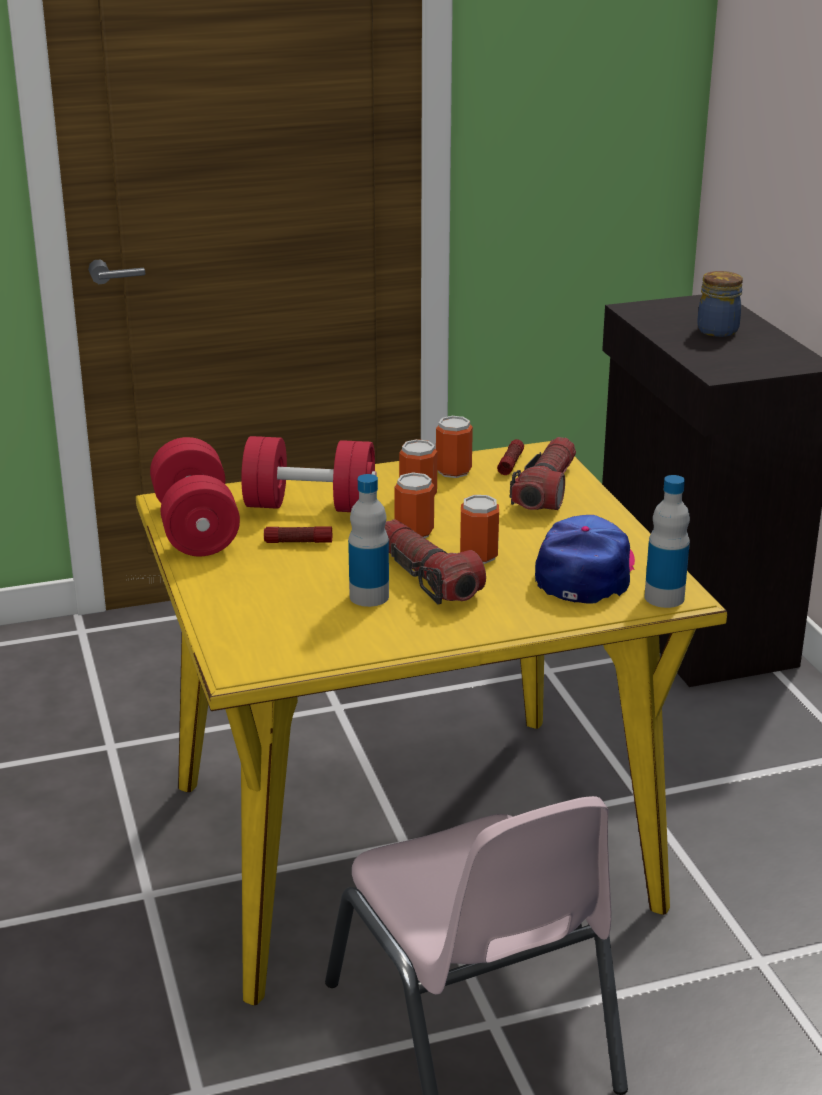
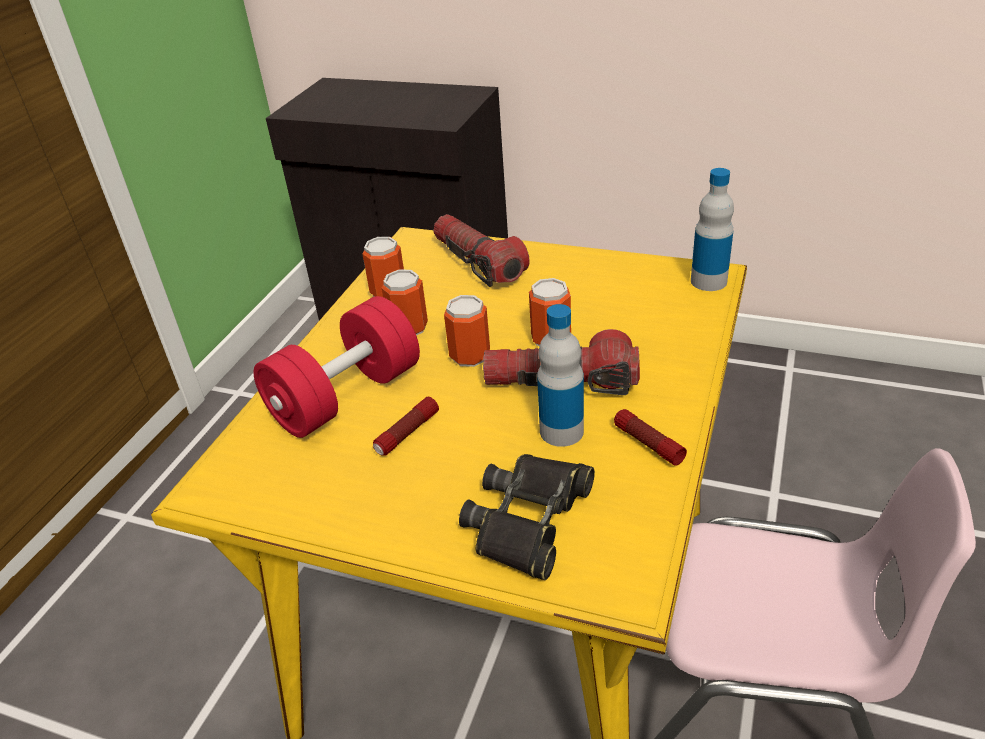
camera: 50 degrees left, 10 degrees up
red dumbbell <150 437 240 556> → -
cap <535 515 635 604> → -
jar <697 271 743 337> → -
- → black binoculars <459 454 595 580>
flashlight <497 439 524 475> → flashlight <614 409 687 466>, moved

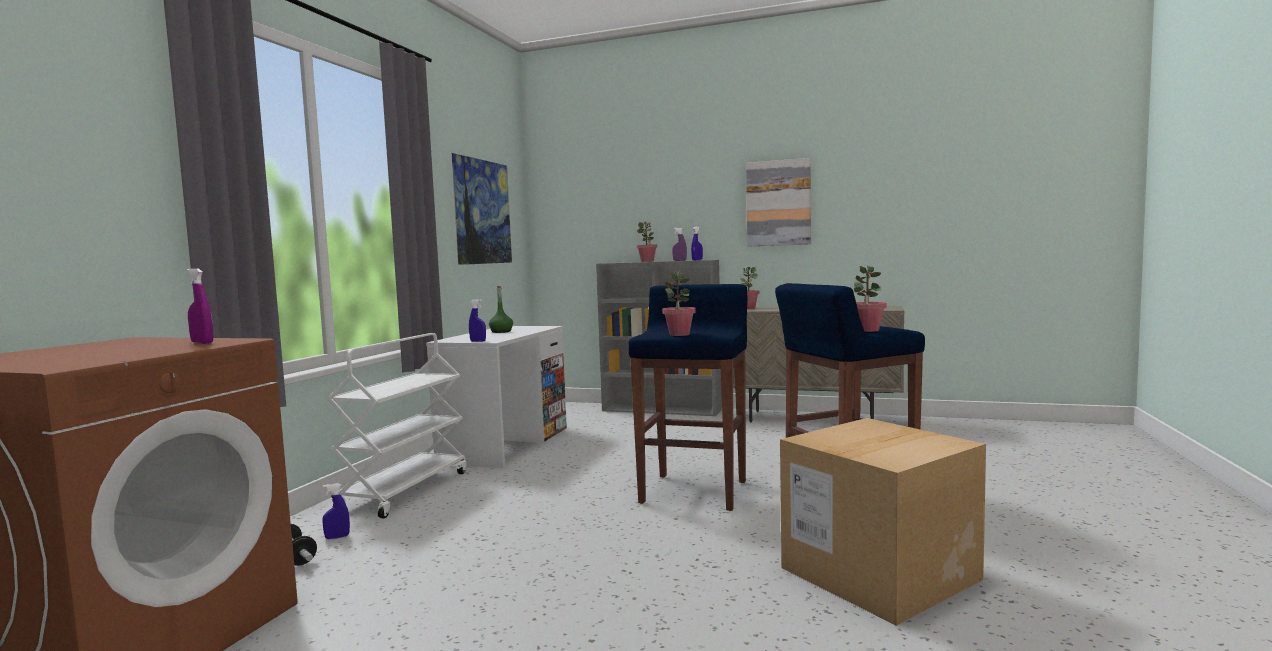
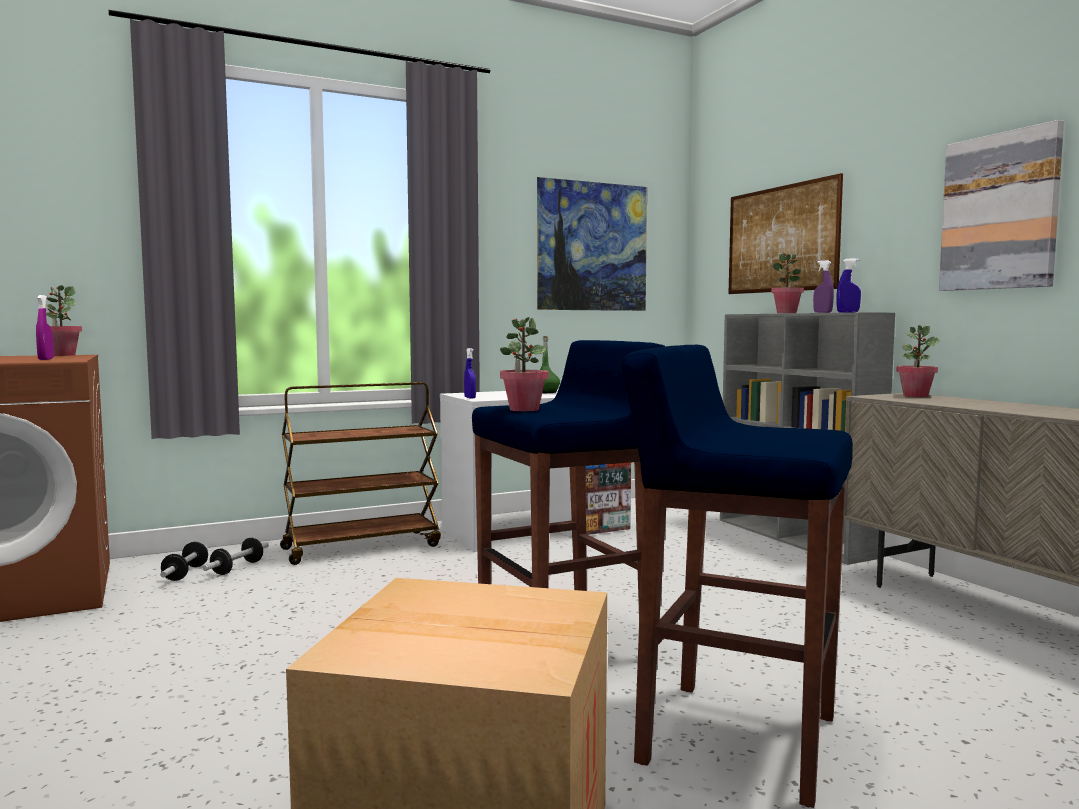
camera: 45 degrees right, 0 degrees up
- → picture <728 173 843 294>
potted plant <854 265 887 332> → potted plant <46 285 82 356>, moved
blue spray bottle <322 483 350 539> → dumbbell <202 538 269 575>
white cart <327 333 467 518> → brown cart <280 382 441 565>

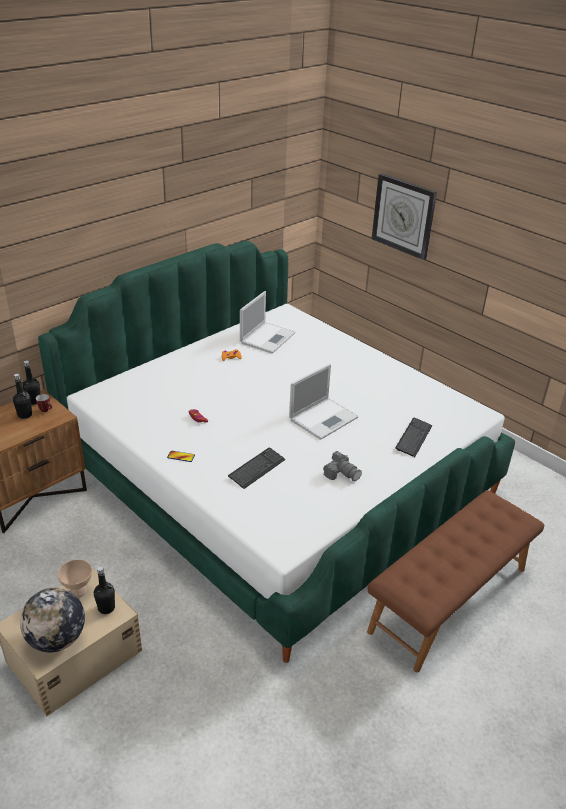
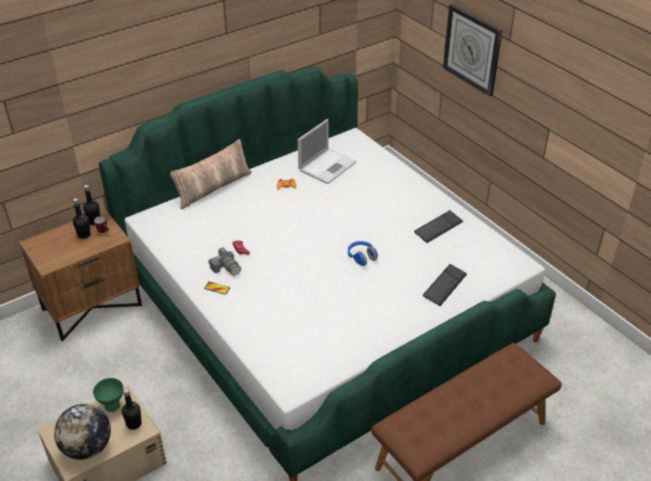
camera: 10 degrees right, 5 degrees up
- → pillow <170 139 252 209>
keyboard <228 447 285 489> → keyboard <414 210 463 243>, moved
photo camera <323 451 362 481> → photo camera <208 247 241 276>, moved
laptop <289 364 358 440> → blue headphones <348 241 378 266>
beige bowl <58 559 92 598> → green bowl <93 378 124 412>

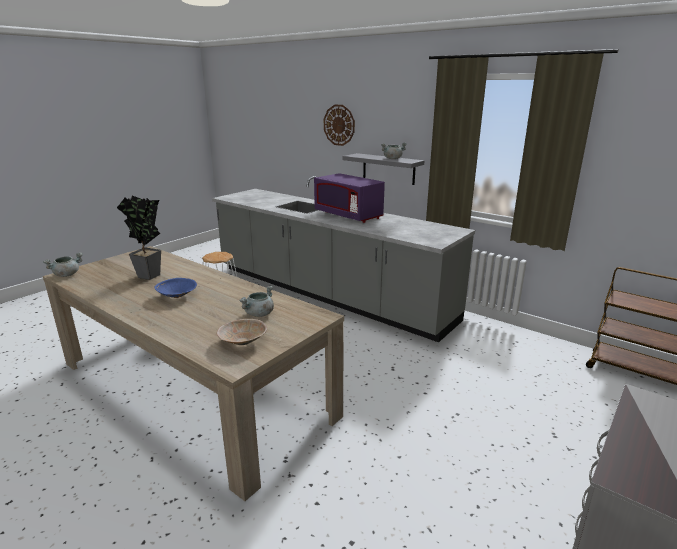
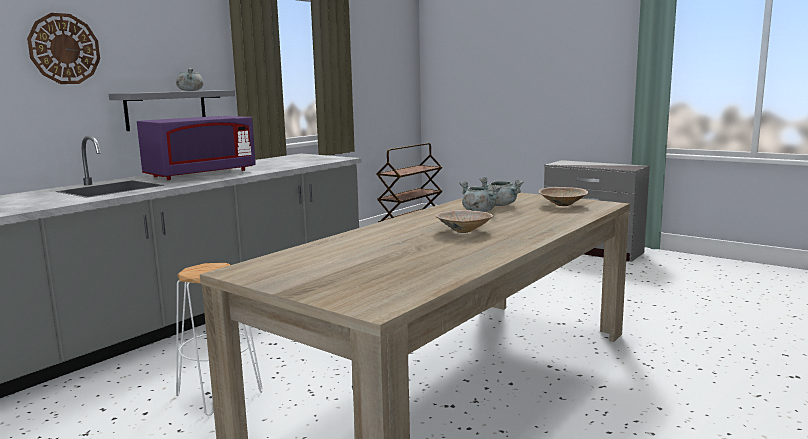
camera: 90 degrees left, 10 degrees down
potted plant <117 196 161 280> → -
grey cooking pot <43 252 83 277> → grey cooking pot <460 181 501 212>, moved
blue bowl <155 278 197 298> → beige bowl <435 210 493 233>

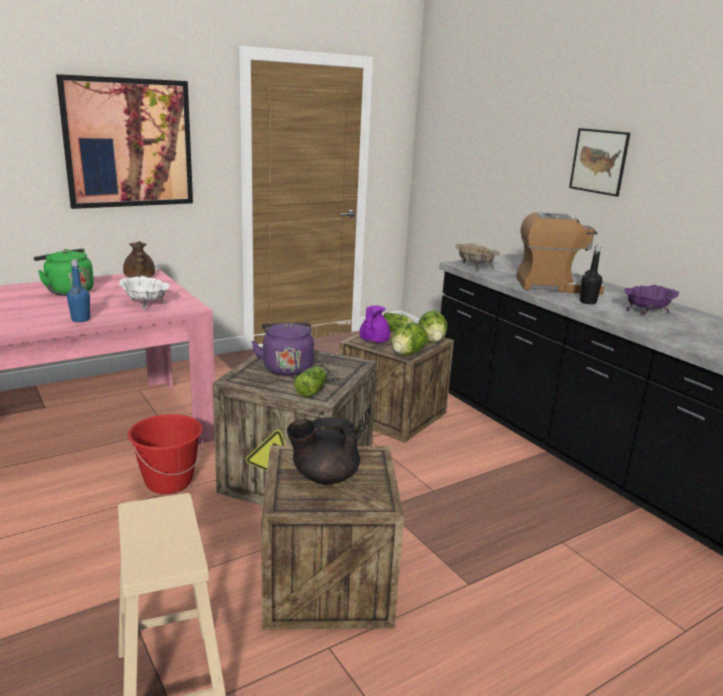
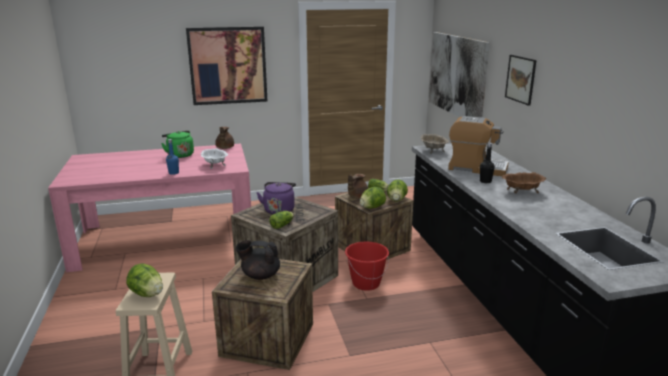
camera: 20 degrees right, 0 degrees up
- → lettuce <126 264 163 297>
- → picture <429 32 490 118>
red bucket <128 414 203 494> → red bucket <345 242 389 291>, moved
purple teapot <359 305 390 343> → brown teapot <348 174 368 199>
purple bowl <624 285 679 315> → brown bowl <502 172 546 194>

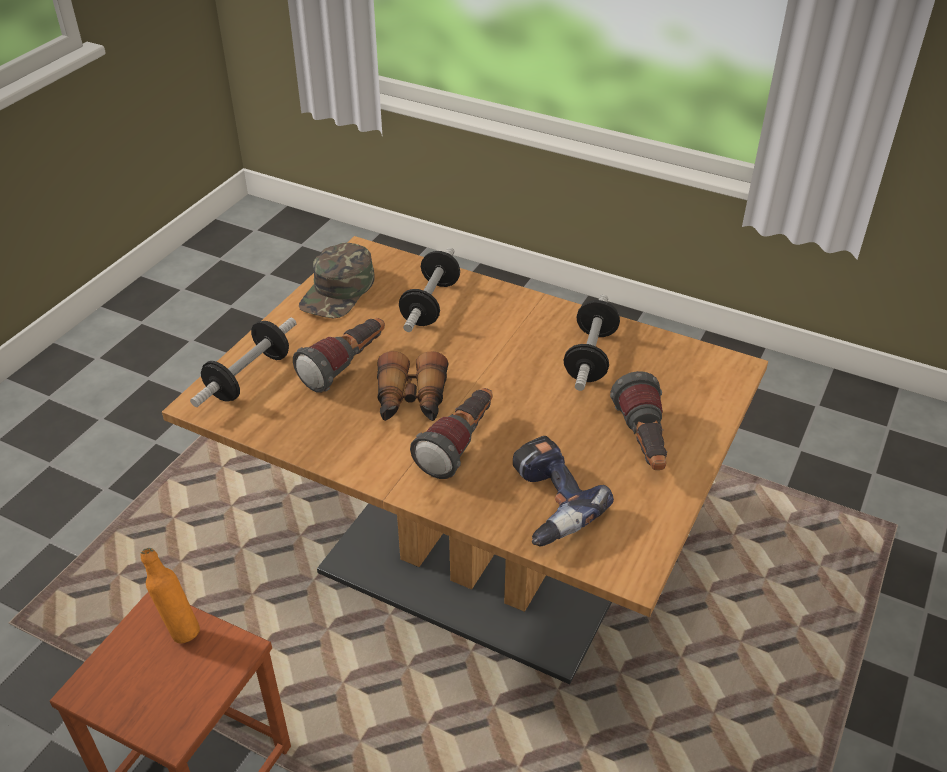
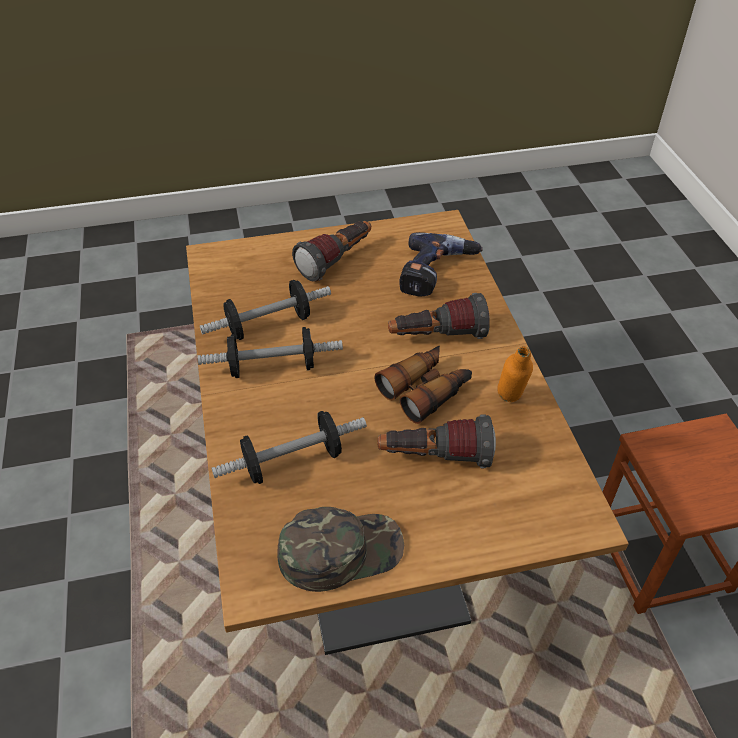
camera: 130 degrees left, 5 degrees up
orange bottle <140 548 200 643> → orange bottle <497 346 533 402>, moved
dumbbell <190 318 297 407> → dumbbell <197 327 343 378>, moved

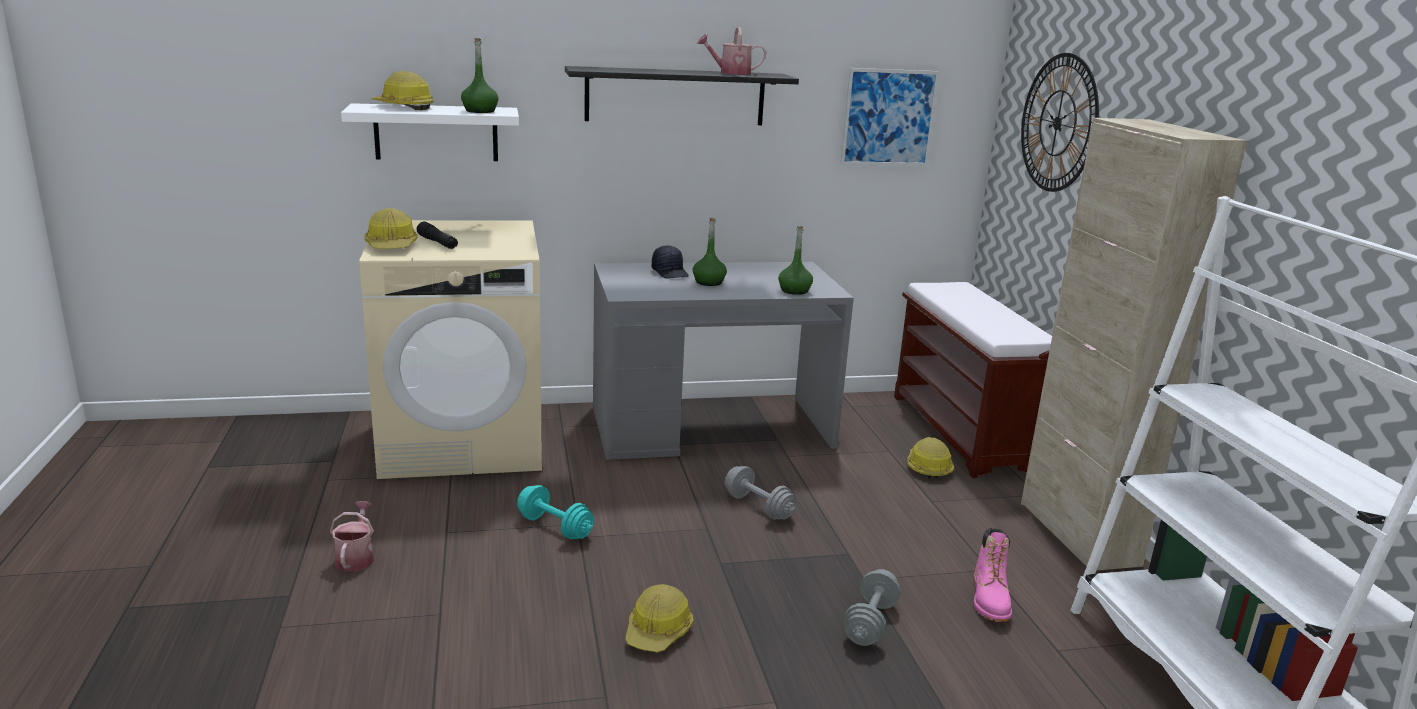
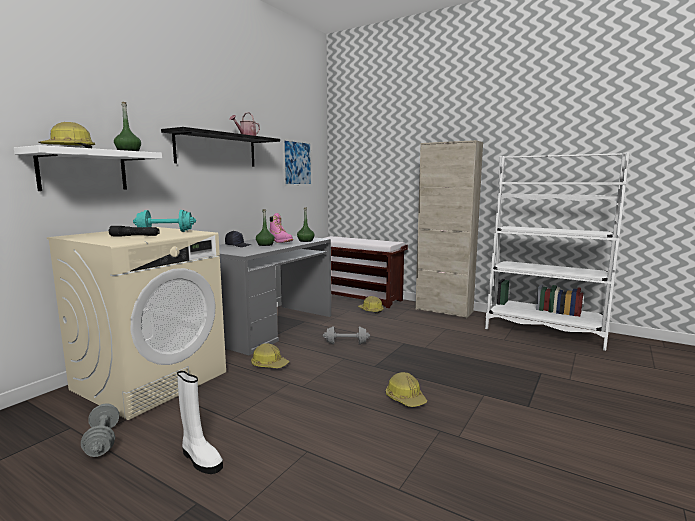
camera: 45 degrees left, 10 degrees down
wall clock <1021 53 1099 192> → -
hard hat <364 208 418 249> → hard hat <251 343 289 368>, moved
turquoise dumbbell <517 485 594 539> → turquoise dumbbell <133 210 196 232>, moved
grey dumbbell <843 569 901 646> → grey dumbbell <81 403 119 457>, moved
pink boot <974 528 1012 622> → pink boot <270 213 293 243>, moved
watering can <330 501 374 571> → white boot <177 371 223 474>

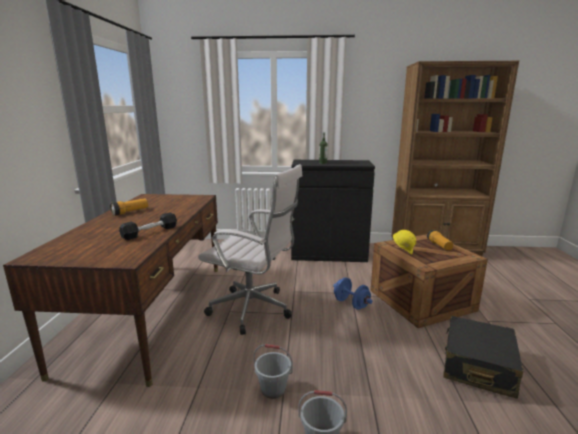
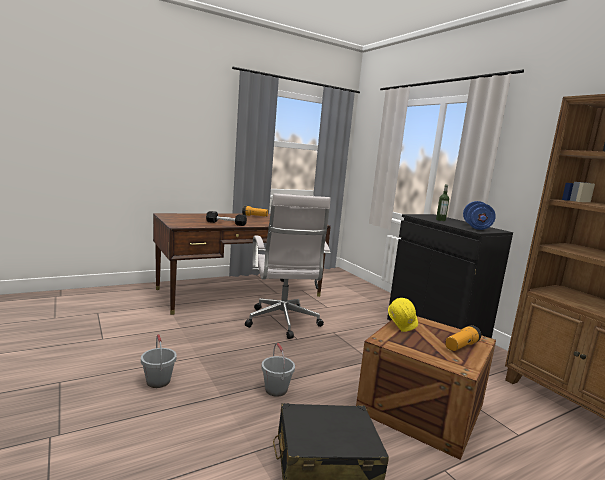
camera: 55 degrees right, 5 degrees down
grey bucket <254 344 293 399> → grey bucket <261 343 295 397>, moved
blue dumbbell <333 277 372 310> → blue dumbbell <463 201 496 230>, moved

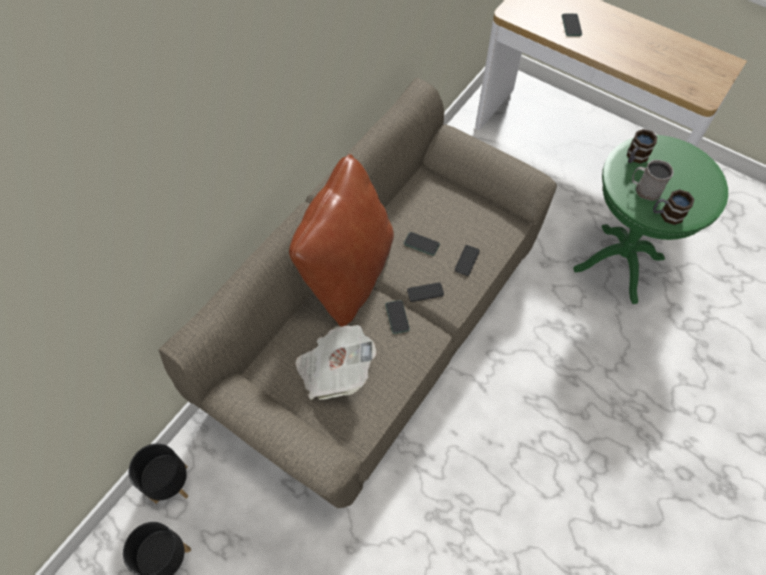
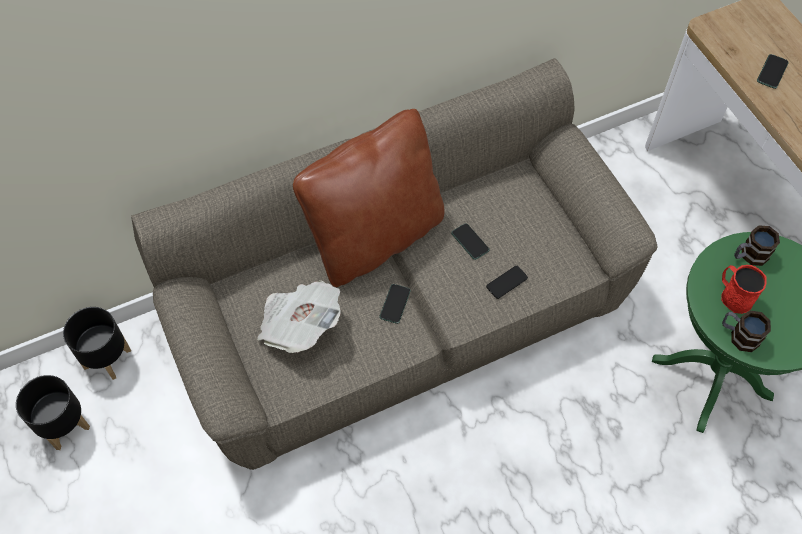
camera: 30 degrees right, 0 degrees up
phone <407 282 444 302> → -
grey mug <632 160 674 201> → red mug <721 265 767 314>

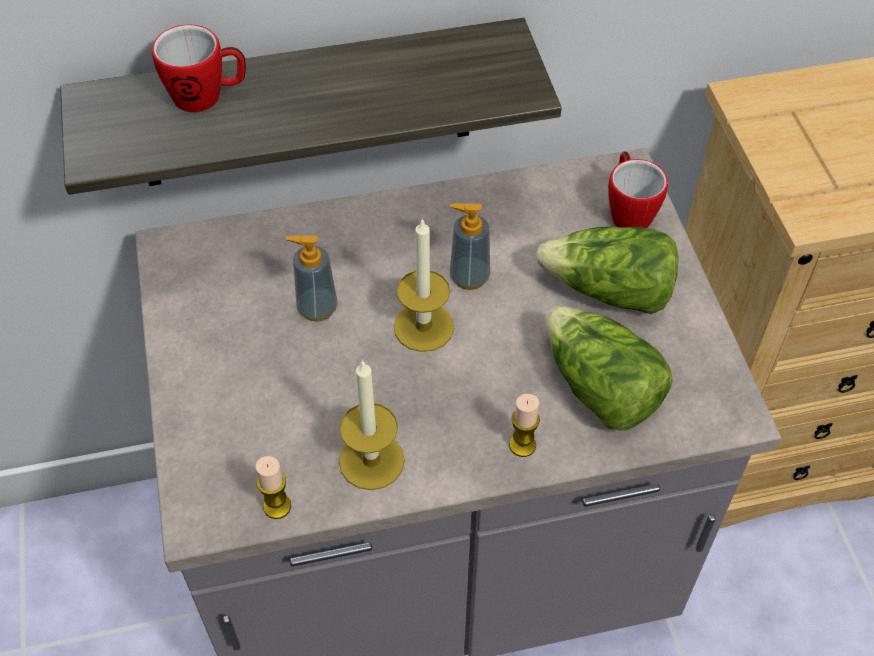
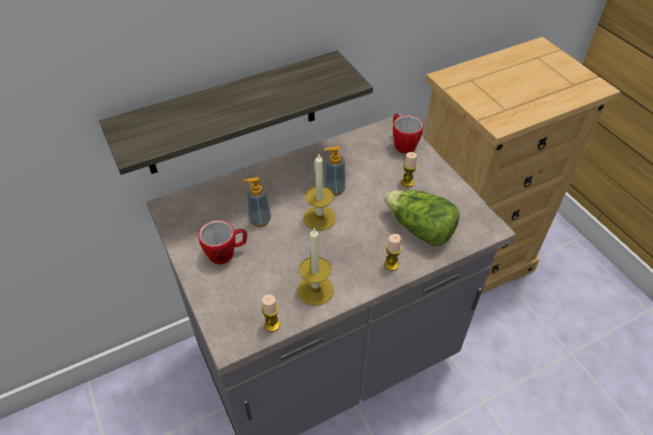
camera: 15 degrees left, 5 degrees down
mug <152 24 246 112> → mug <198 220 247 265>, moved
lettuce <536 227 679 314> → candle <401 152 417 187>

